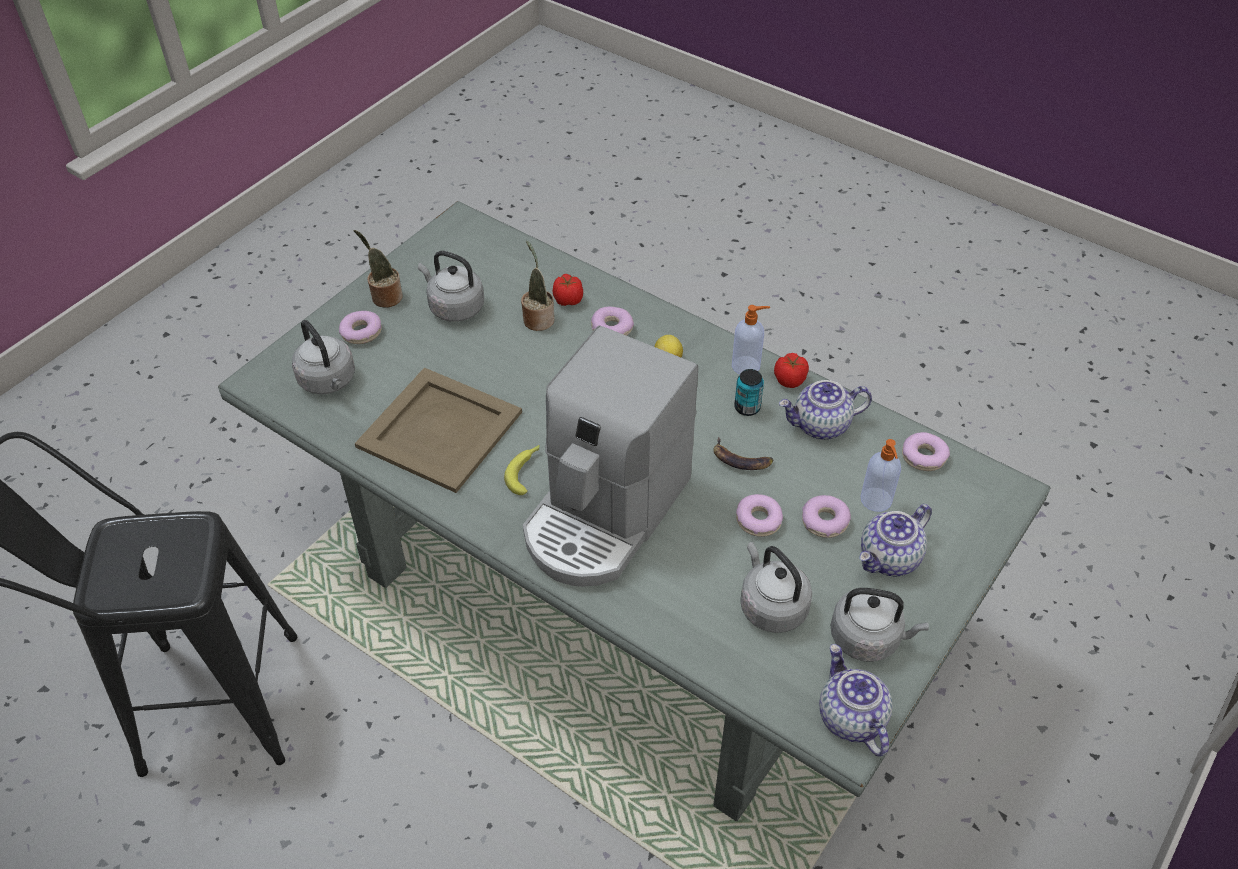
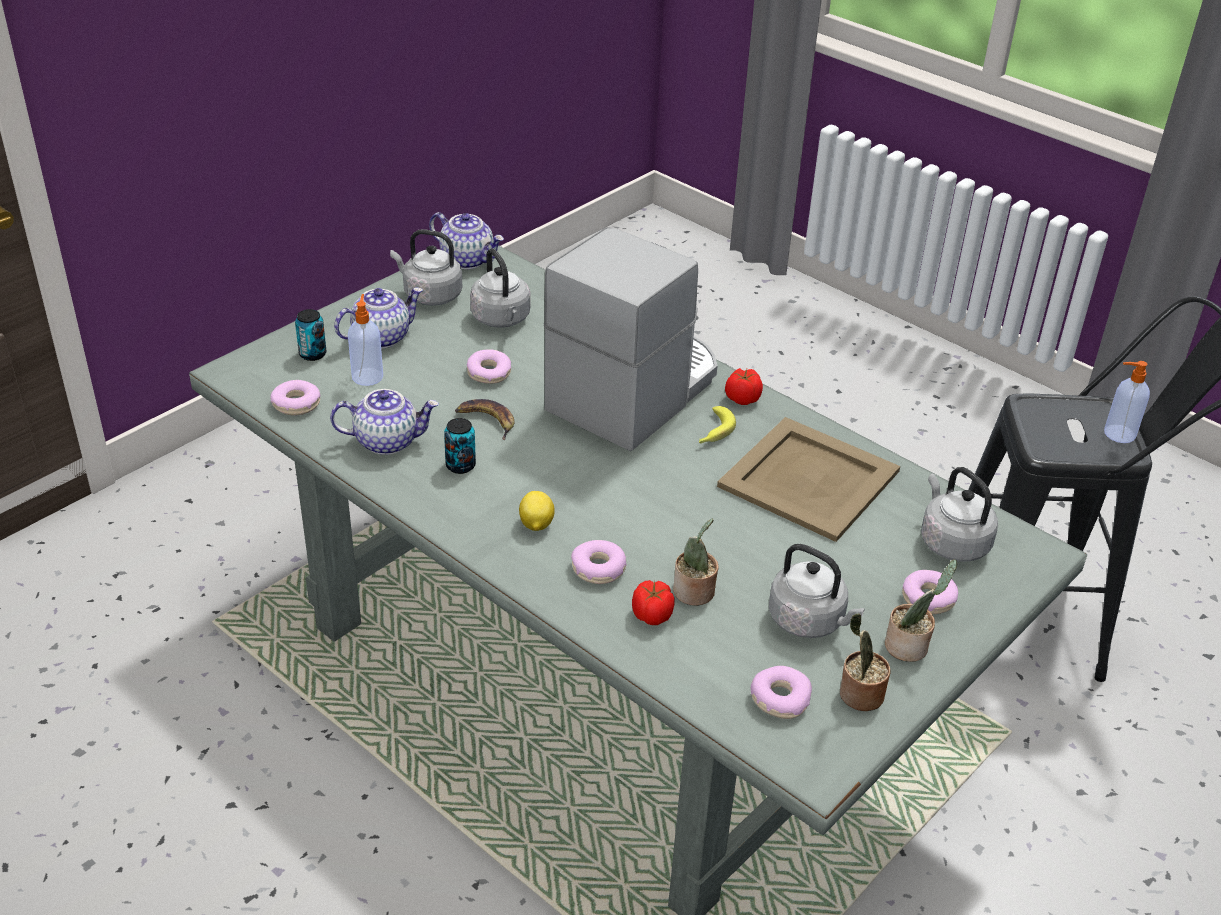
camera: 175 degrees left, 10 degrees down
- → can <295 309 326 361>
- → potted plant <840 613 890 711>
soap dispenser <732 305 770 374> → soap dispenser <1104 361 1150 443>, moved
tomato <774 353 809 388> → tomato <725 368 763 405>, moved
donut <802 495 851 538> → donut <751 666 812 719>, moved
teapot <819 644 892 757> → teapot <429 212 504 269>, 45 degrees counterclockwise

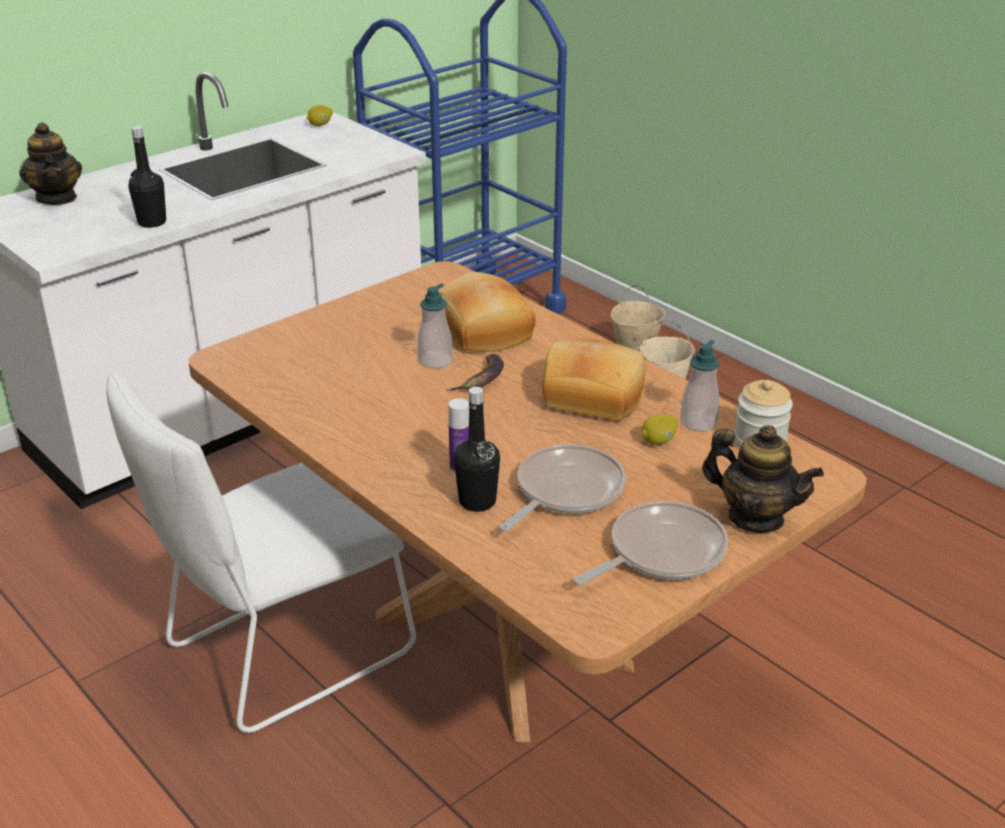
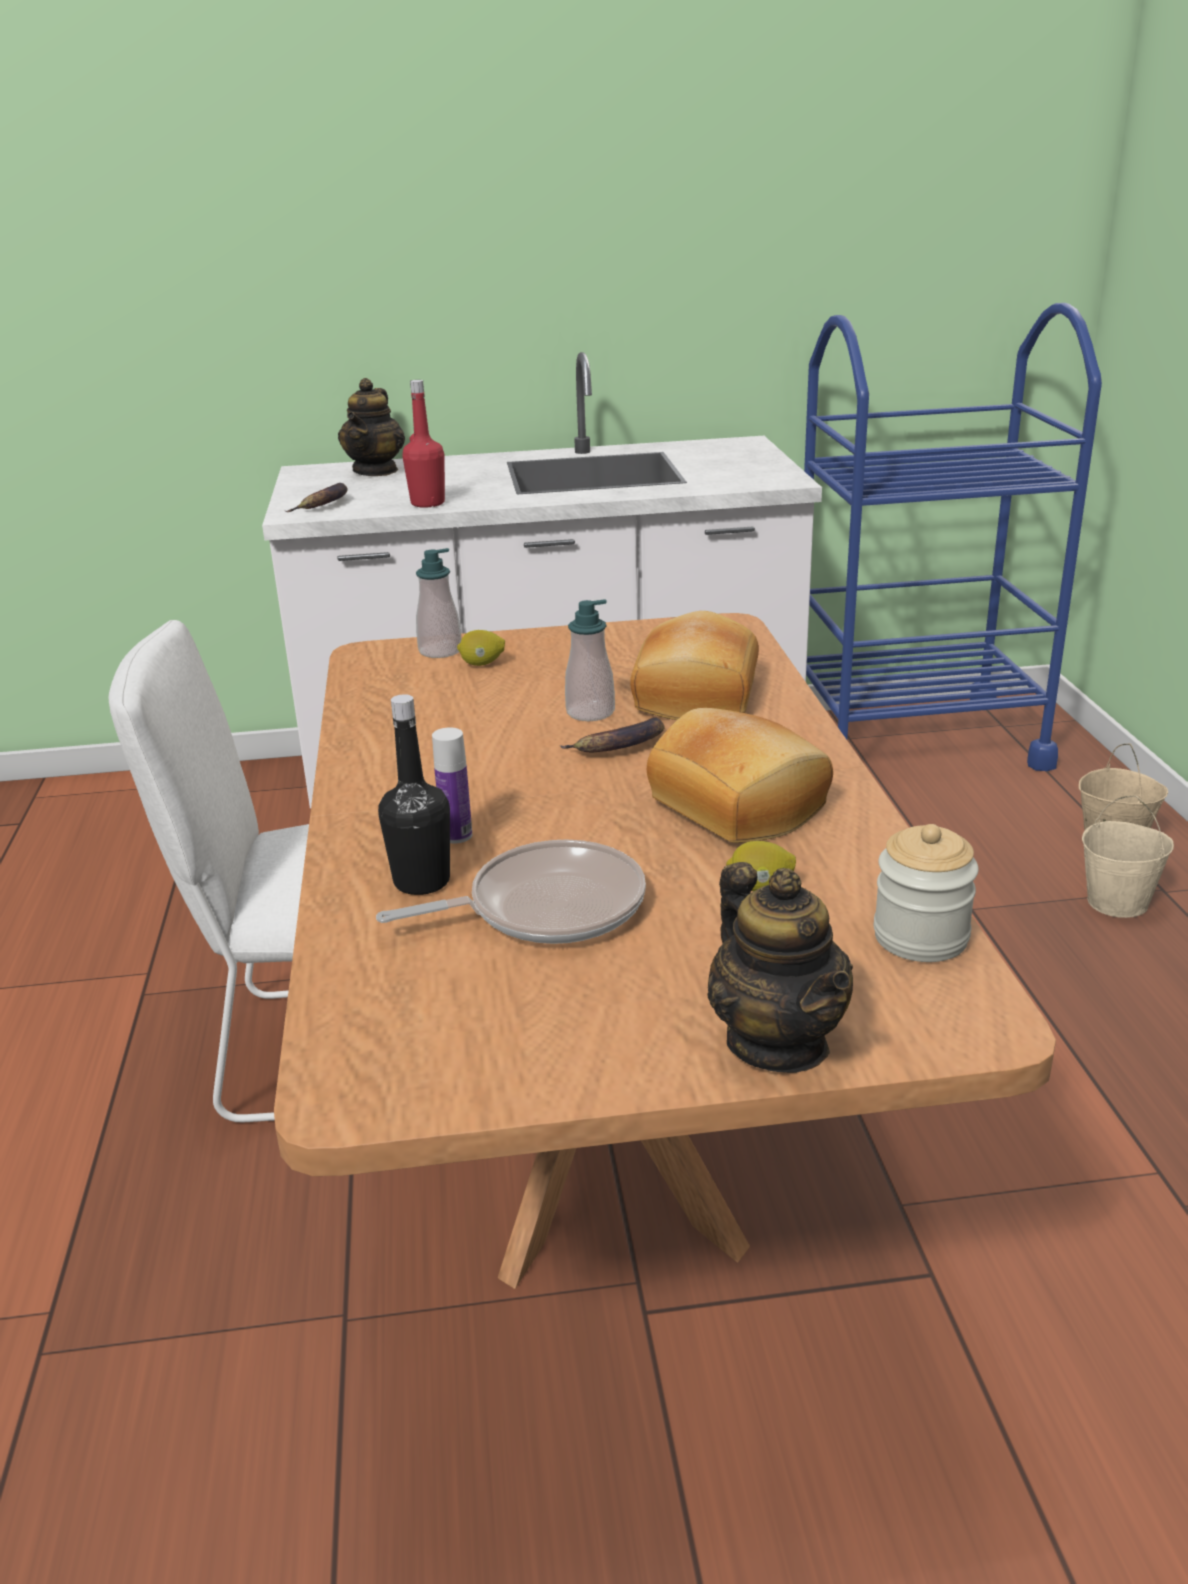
camera: 35 degrees right, 5 degrees down
frying pan <574 501 728 585> → -
- → banana <285 483 348 512>
lemon <307 105 333 126> → lemon <457 630 505 666>, moved
soap dispenser <680 340 720 432> → soap dispenser <416 548 462 658>, moved
black bottle <128 126 166 228> → red bottle <402 380 445 508>

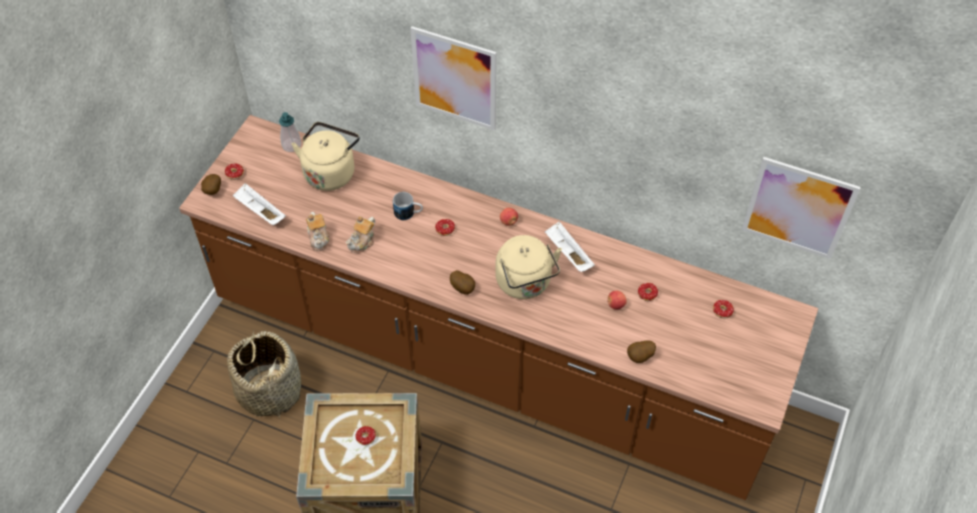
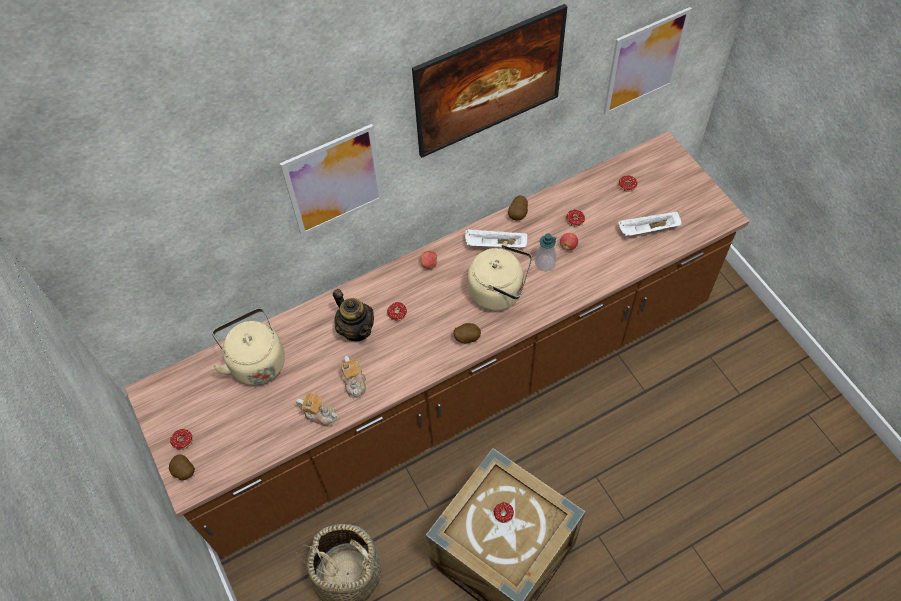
camera: 50 degrees left, 5 degrees up
- → picture <412 4 567 158>
white tray <233 183 286 225> → white tray <618 211 682 236>, moved
soap dispenser <279 112 301 152> → soap dispenser <535 233 557 271>, moved
potato <627 340 656 363> → potato <508 195 528 221>, moved
mug <393 192 423 220> → teapot <333 289 374 341>

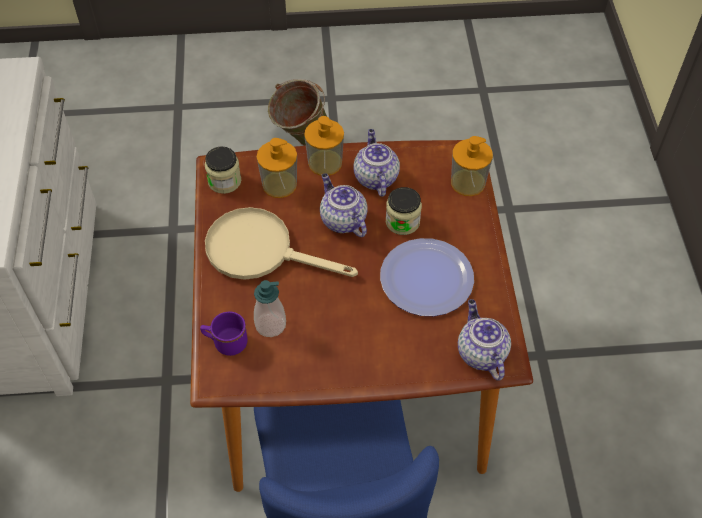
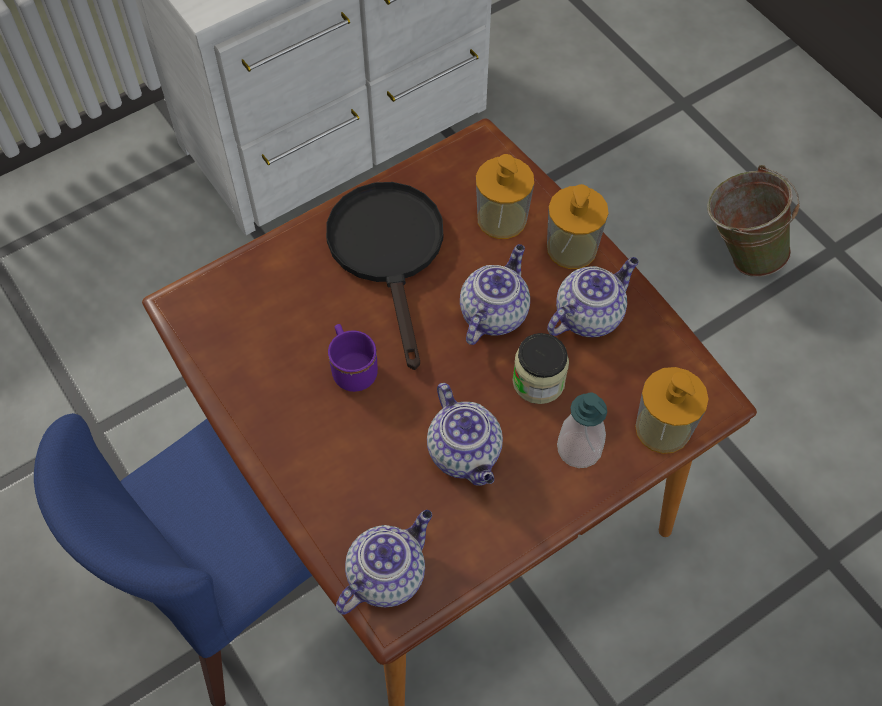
camera: 60 degrees right, 5 degrees up
jar <205 146 241 194> → -
purple mug <200 312 247 356> → purple mug <328 324 378 392>, moved
soap dispenser <254 280 286 337> → soap dispenser <557 393 607 468>, moved
plate <380 238 474 316> → teapot <427 383 503 486>
beige frying pan <205 207 358 280> → black frying pan <326 182 443 370>

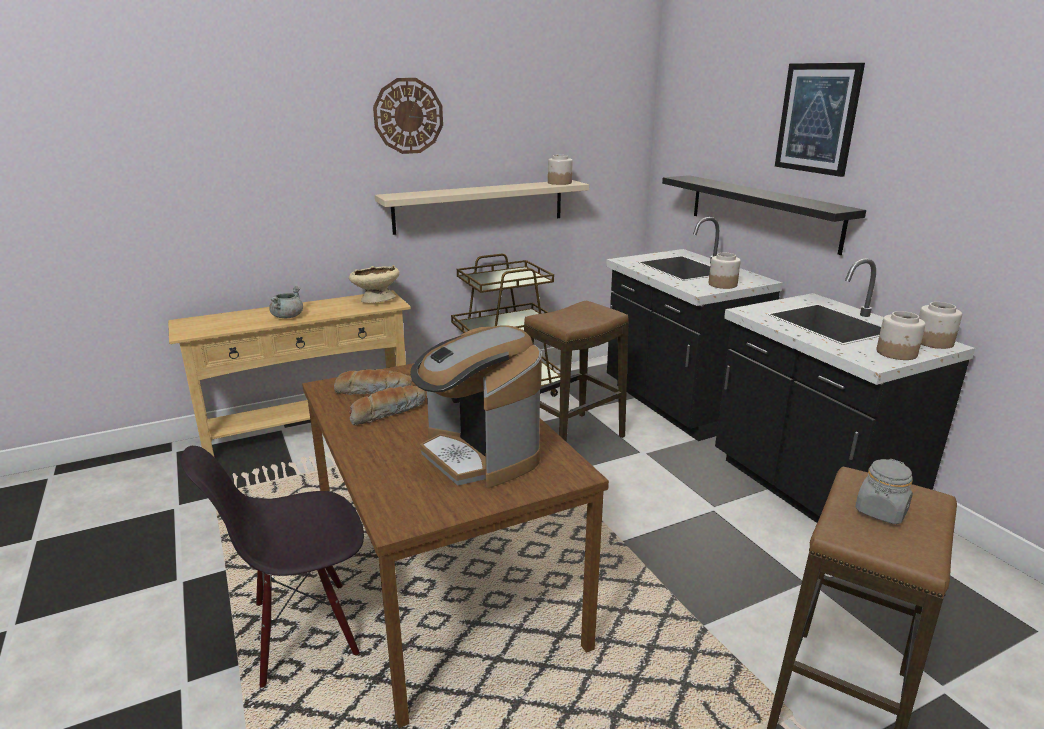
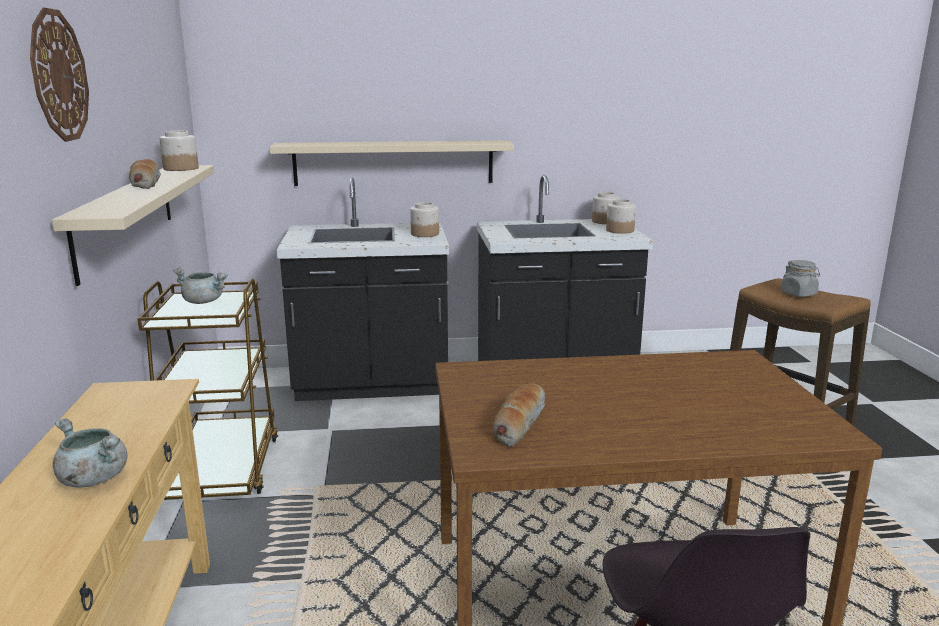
camera: 70 degrees left, 5 degrees down
beige bowl <349 265 399 303> → -
coffee machine <410 325 542 488> → -
stool <524 300 628 442> → -
picture <775 63 865 177> → -
- → grey cooking pot <173 267 228 304>
bread <349 385 426 426> → bread <129 159 161 189>, moved
black shelf <662 175 866 255> → beige shelf <269 140 514 186>

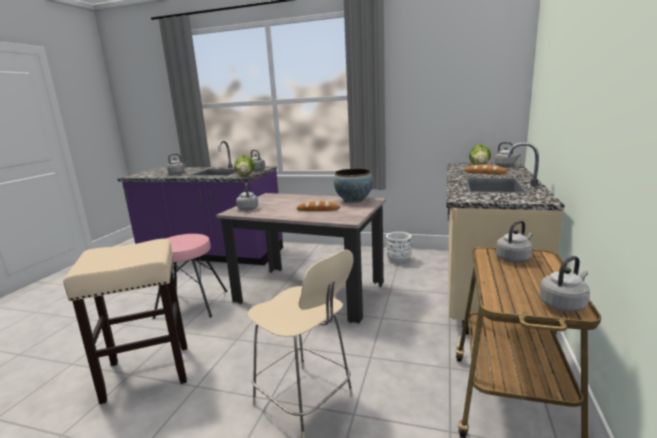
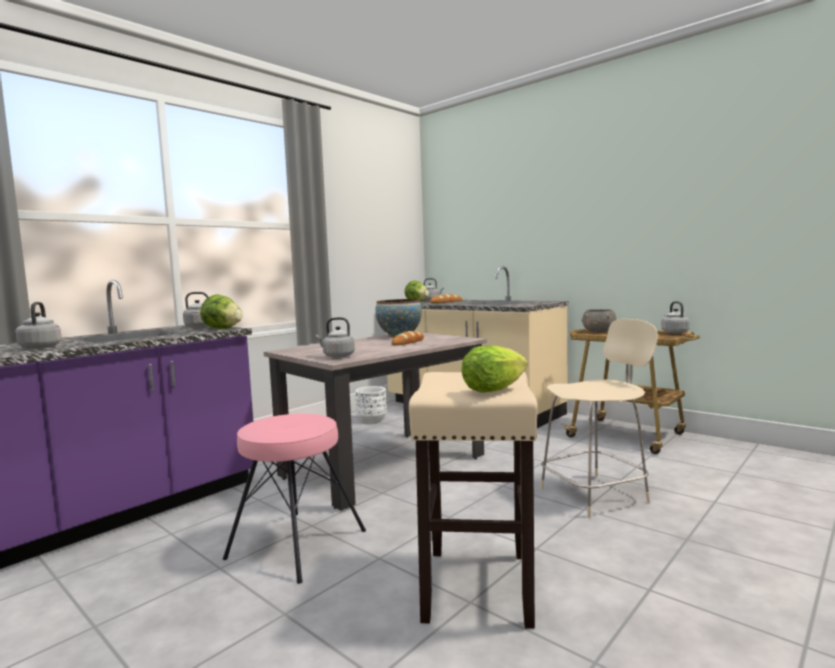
camera: 65 degrees left, 10 degrees down
- → lettuce <462 345 528 392>
grey kettle <496 220 533 263> → grey bowl <581 309 617 333>

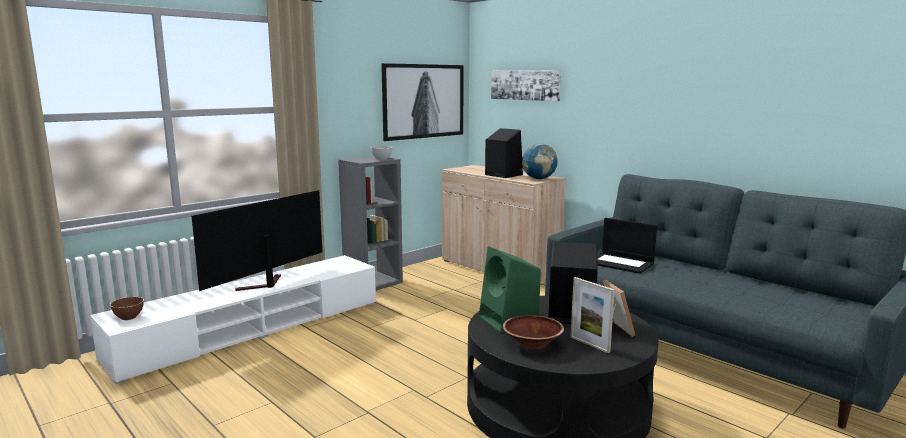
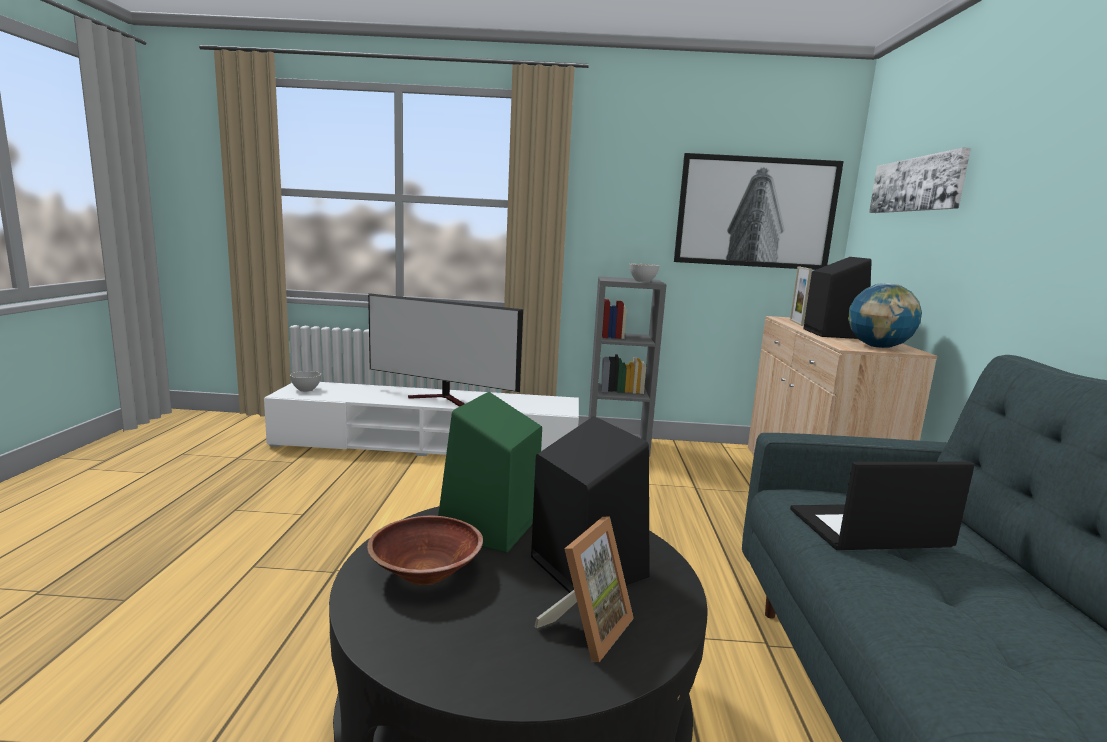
camera: 45 degrees right, 0 degrees up
picture frame <570 277 615 353> → picture frame <790 266 812 326>, moved
brown bowl <110 297 144 320> → grey bowl <290 371 321 392>
television <192 190 322 291> → television <368 293 523 407>, 150 degrees counterclockwise
laptop <597 218 657 274> → laptop <790 462 975 550>, 90 degrees clockwise

